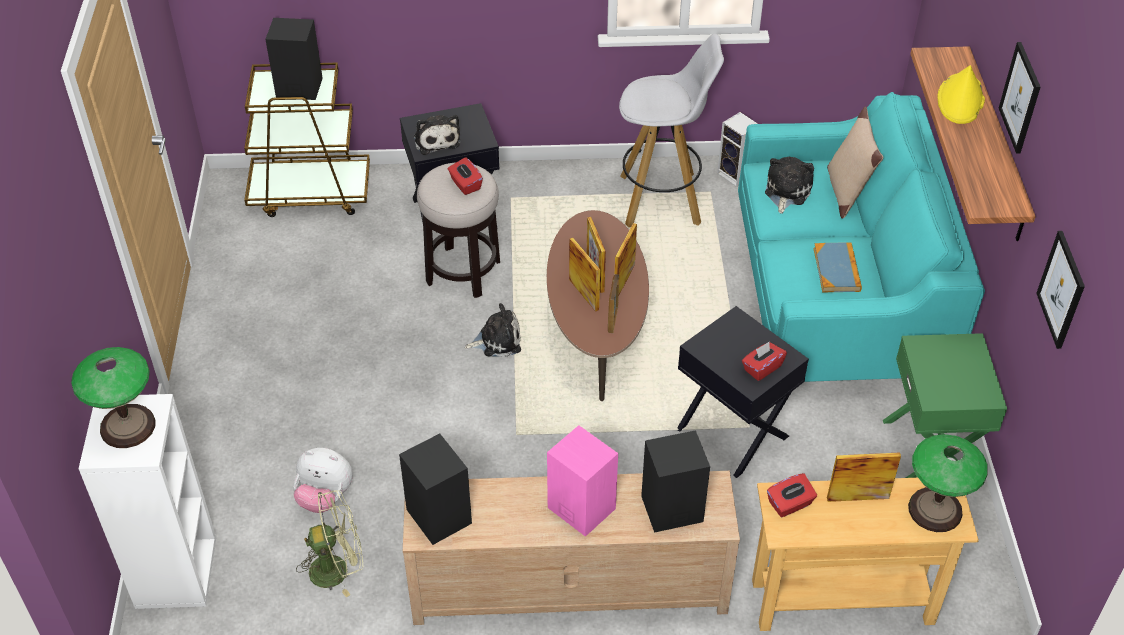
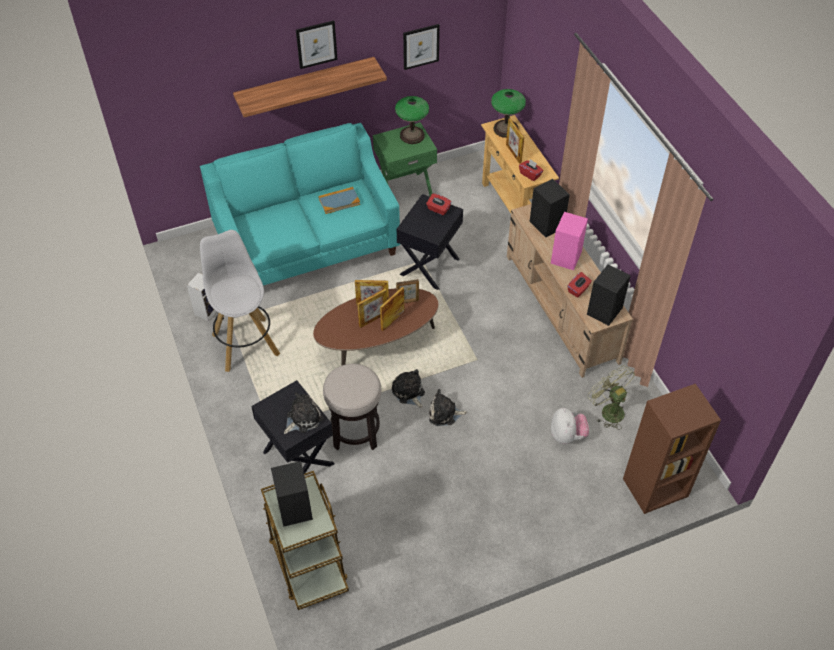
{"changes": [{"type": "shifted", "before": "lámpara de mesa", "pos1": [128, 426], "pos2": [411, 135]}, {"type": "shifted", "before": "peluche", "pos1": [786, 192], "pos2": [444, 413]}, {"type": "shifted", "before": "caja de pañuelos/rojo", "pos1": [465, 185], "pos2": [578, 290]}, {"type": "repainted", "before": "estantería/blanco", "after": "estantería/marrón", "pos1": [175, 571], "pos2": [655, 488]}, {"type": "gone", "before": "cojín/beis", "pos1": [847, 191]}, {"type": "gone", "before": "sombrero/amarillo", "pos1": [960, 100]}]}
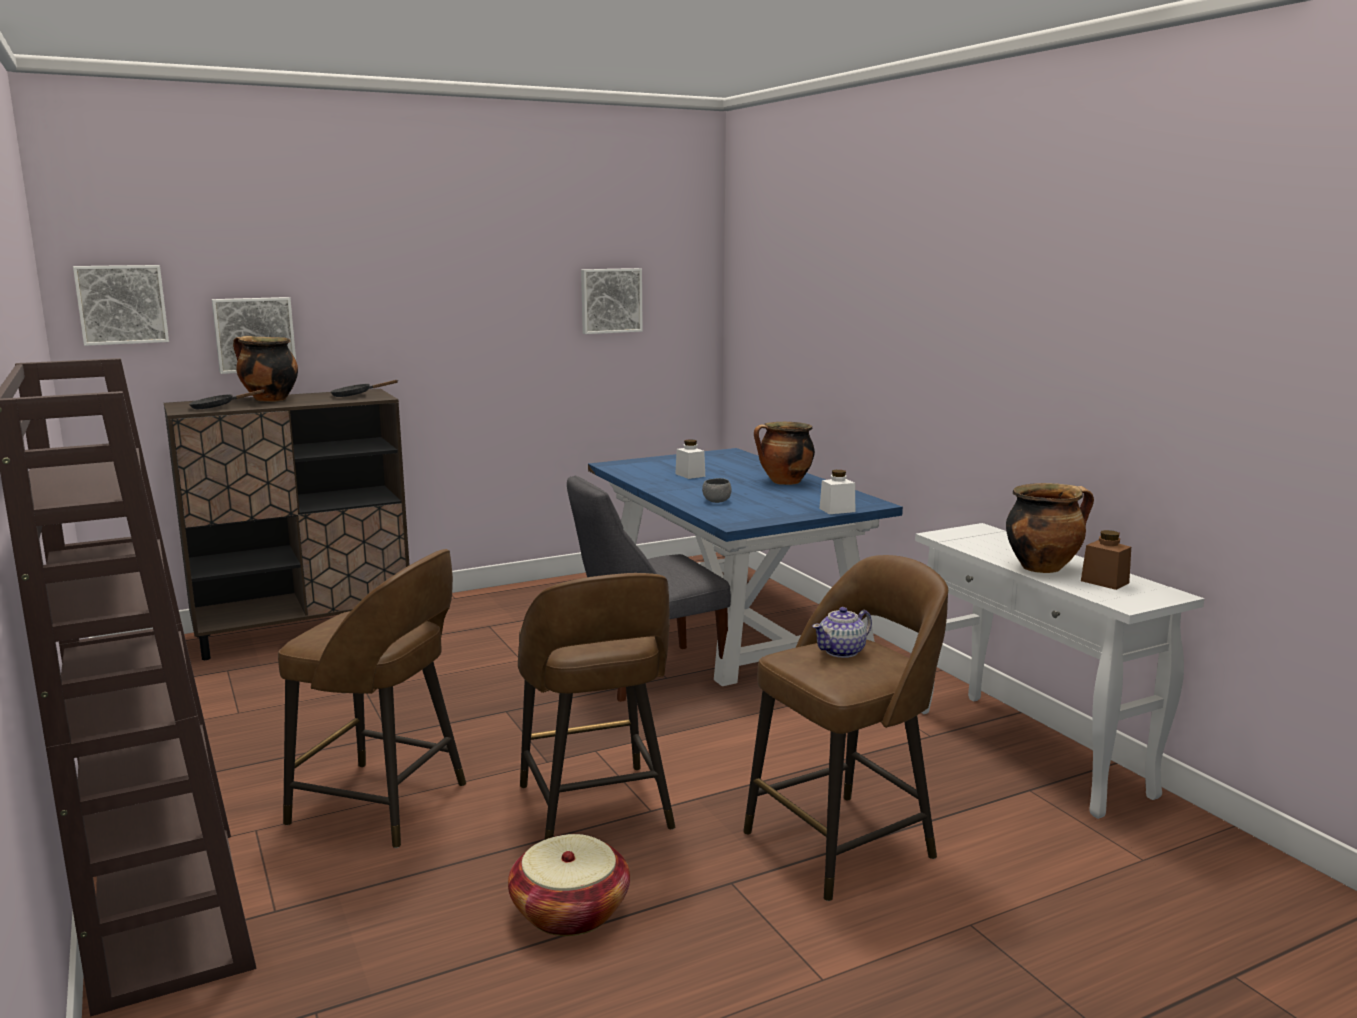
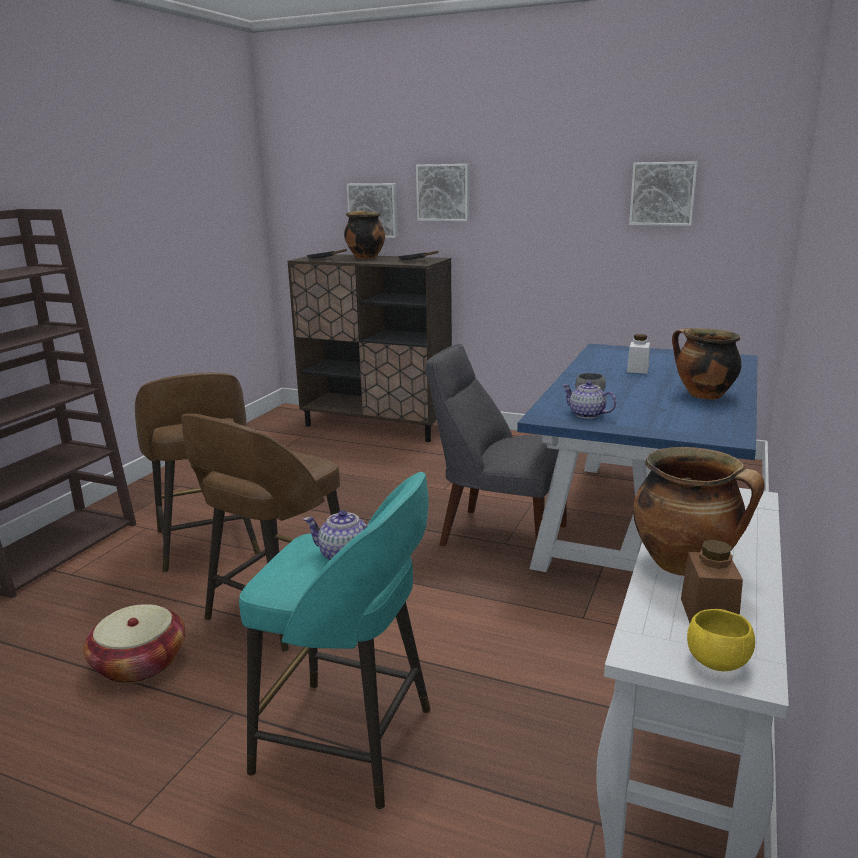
{"changes": [{"type": "repainted", "before": "taburete/marrón", "after": "taburete/turquesa", "pos1": [843, 843], "pos2": [349, 742]}, {"type": "shifted", "before": "cuadro", "pos1": [122, 304], "pos2": [443, 192]}, {"type": "new", "after": "tetera", "pos2": [587, 415]}, {"type": "new", "after": "cuenco/amarillo", "pos2": [717, 661]}, {"type": "gone", "before": "tarro/blanco", "pos1": [837, 510]}]}
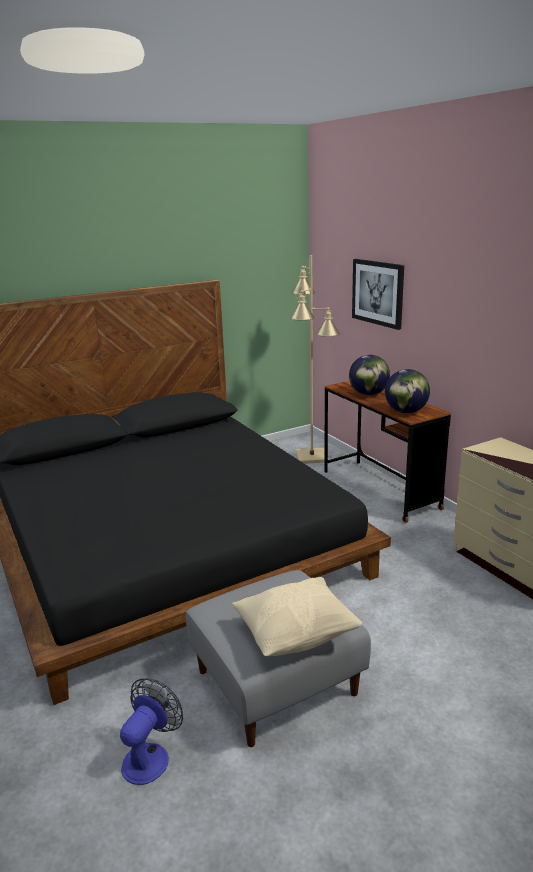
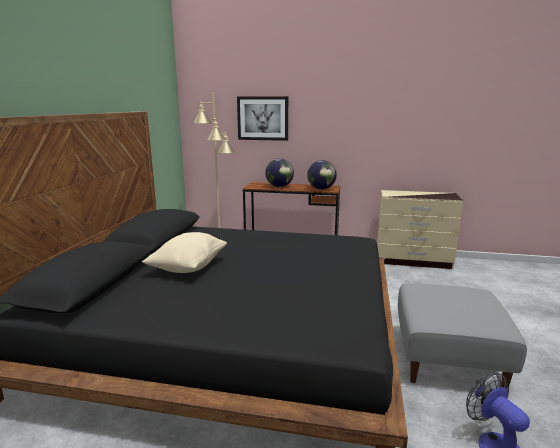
{"changes": [{"type": "shifted", "before": "cojín/beis", "pos1": [296, 635], "pos2": [188, 267]}]}
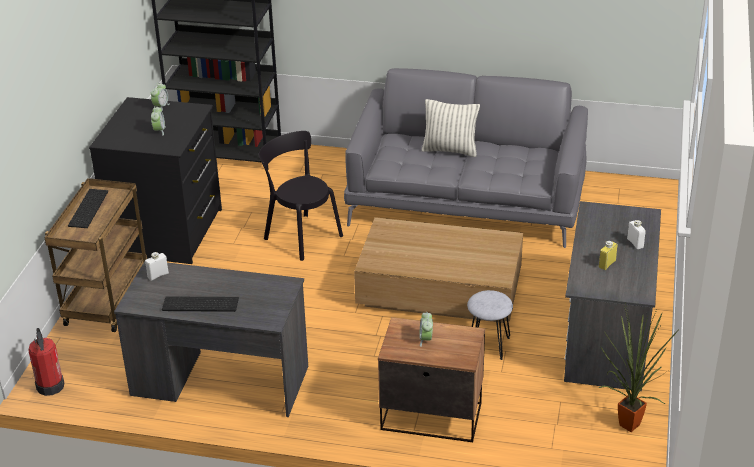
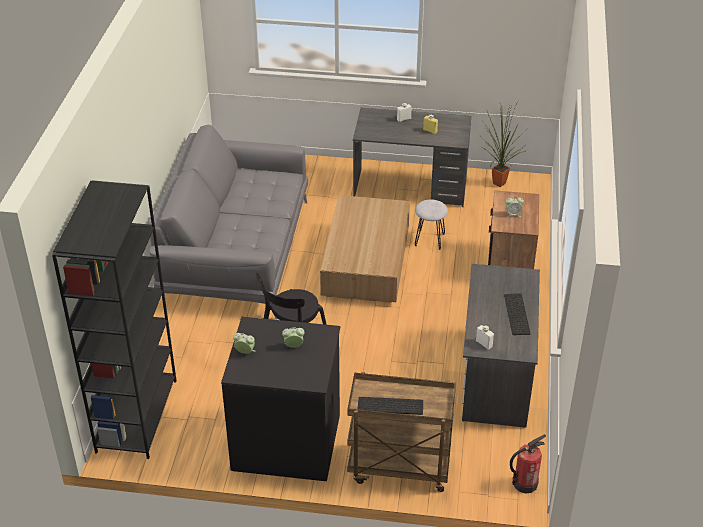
{"changes": [{"type": "gone", "before": "cojín", "pos1": [450, 150]}]}
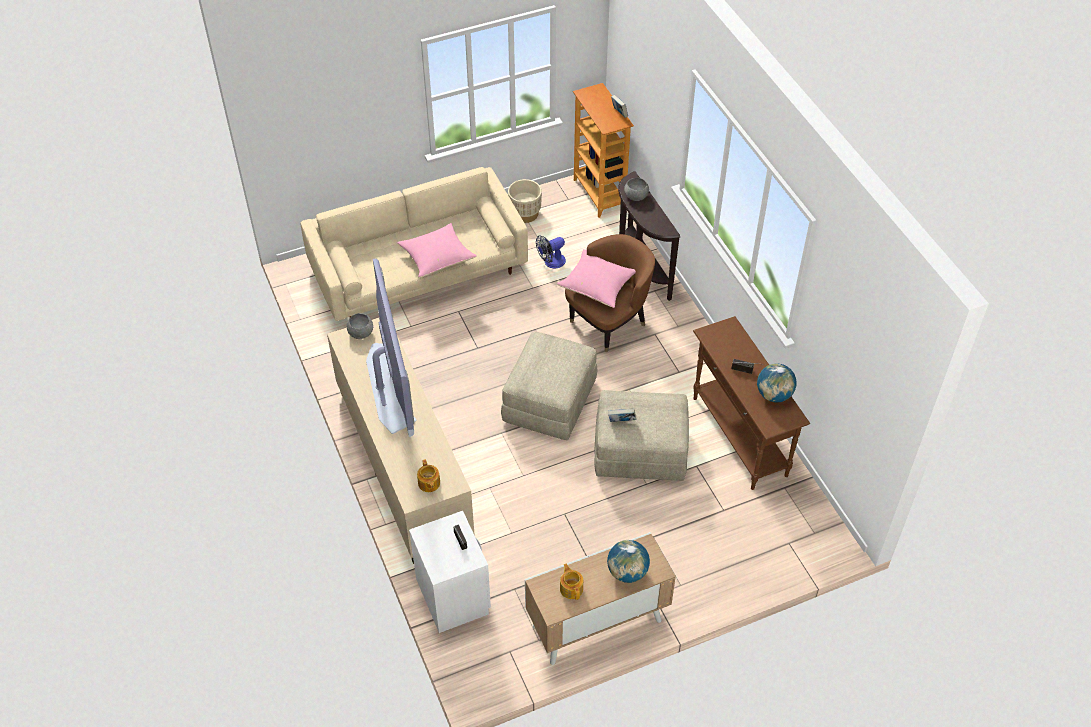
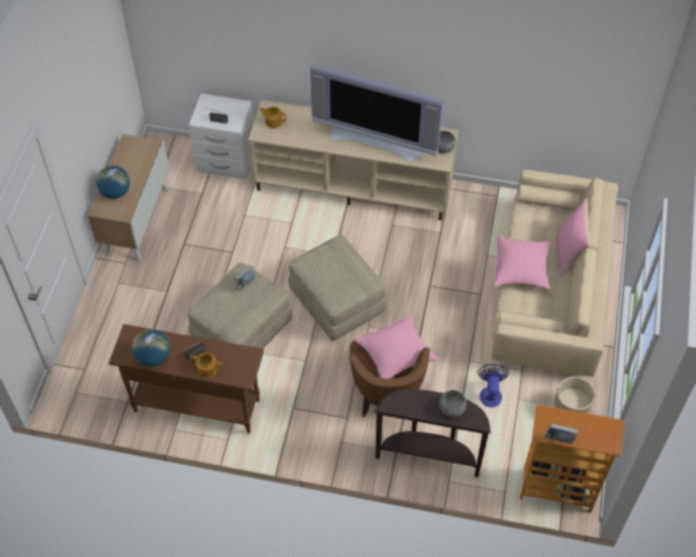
{"changes": [{"type": "shifted", "before": "tetera", "pos1": [571, 588], "pos2": [207, 369]}, {"type": "new", "after": "cojín/rosa", "pos2": [569, 252]}]}
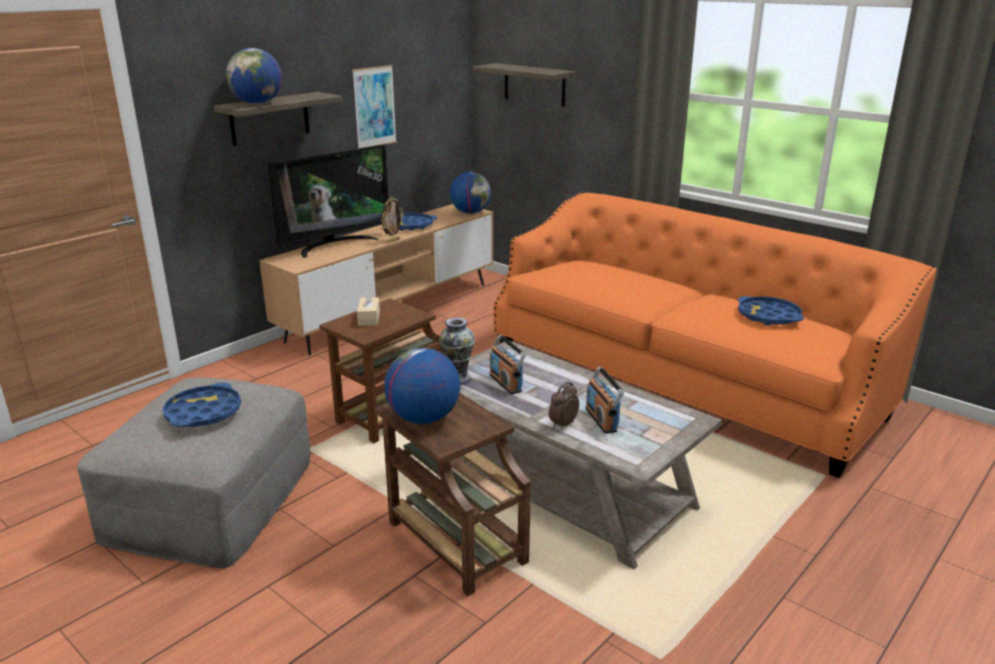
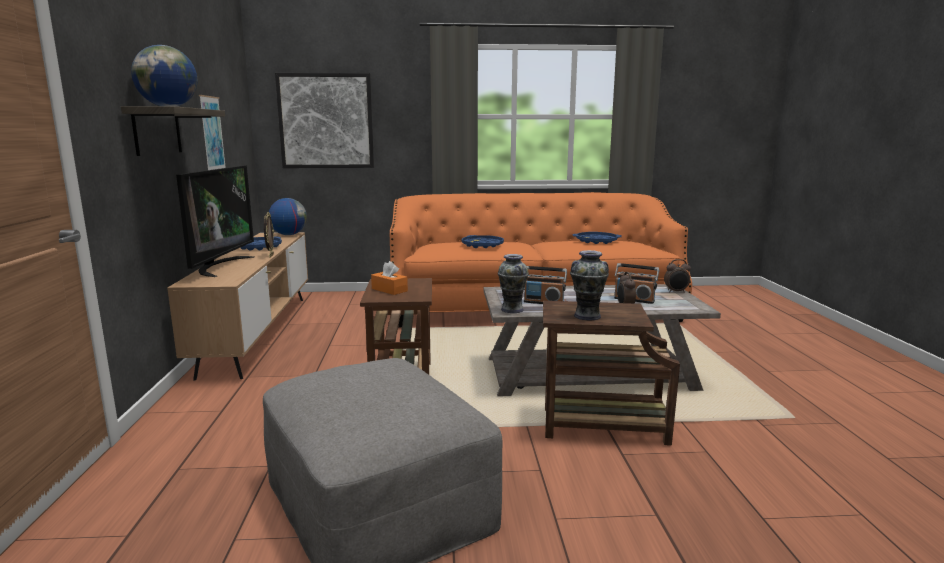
{"changes": [{"type": "swapped", "before": "estante", "after": "cuadro", "pos1": [534, 85], "pos2": [326, 121]}, {"type": "repainted", "before": "caja de pañuelos/beis", "after": "caja de pañuelos/naranja", "pos1": [369, 318], "pos2": [389, 290]}, {"type": "shifted", "before": "bandeja/azul", "pos1": [203, 413], "pos2": [482, 245]}, {"type": "swapped", "before": "globo terráqueo", "after": "florero", "pos1": [423, 418], "pos2": [587, 316]}, {"type": "new", "after": "despertador", "pos2": [676, 292]}]}
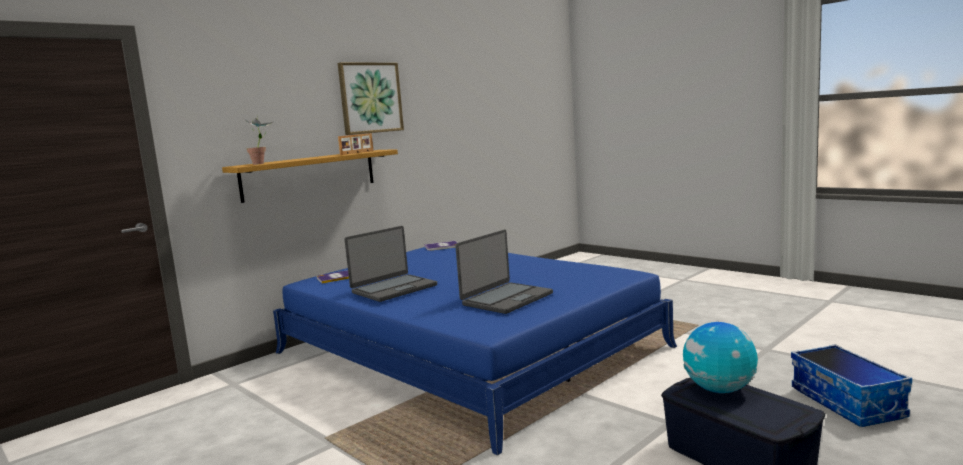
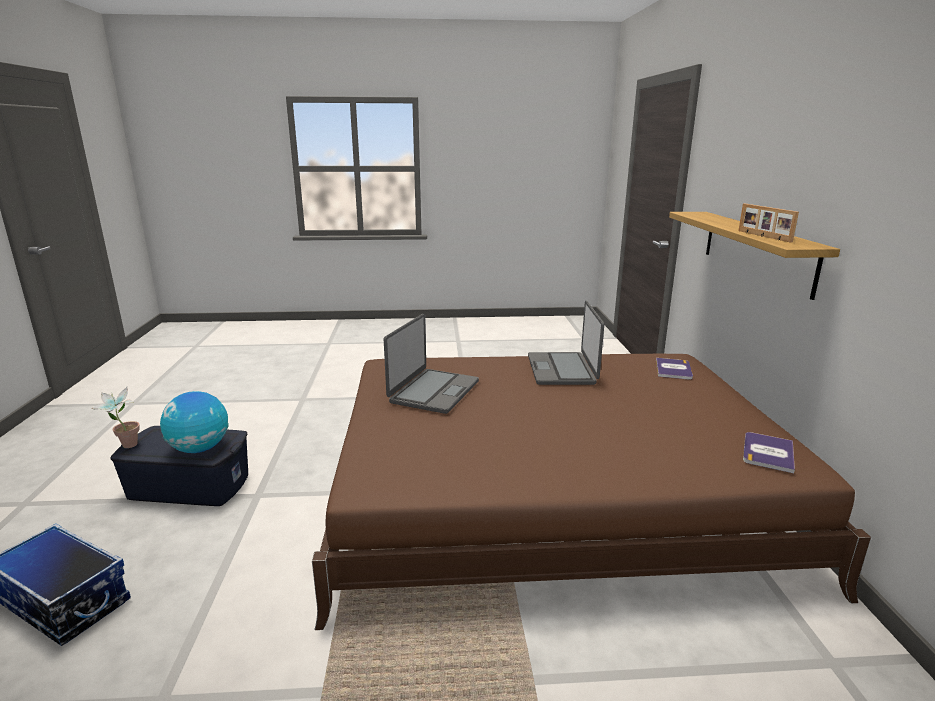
{"changes": [{"type": "shifted", "before": "planta en maceta", "pos1": [262, 163], "pos2": [125, 447]}, {"type": "repainted", "before": "cama/azul", "after": "cama/marrón", "pos1": [466, 350], "pos2": [551, 493]}, {"type": "rotated", "before": "portátil", "pos1": [506, 299], "pos2": [433, 391], "turn": -150}, {"type": "gone", "before": "cuadro", "pos1": [370, 98]}]}
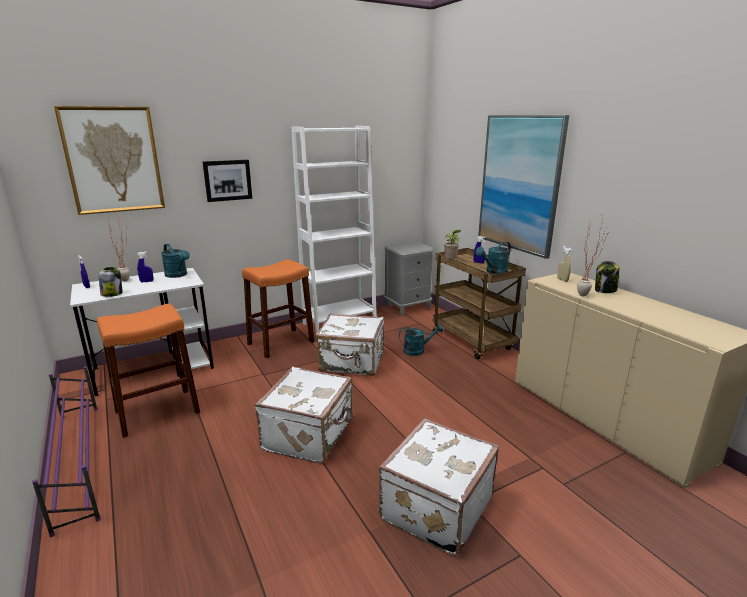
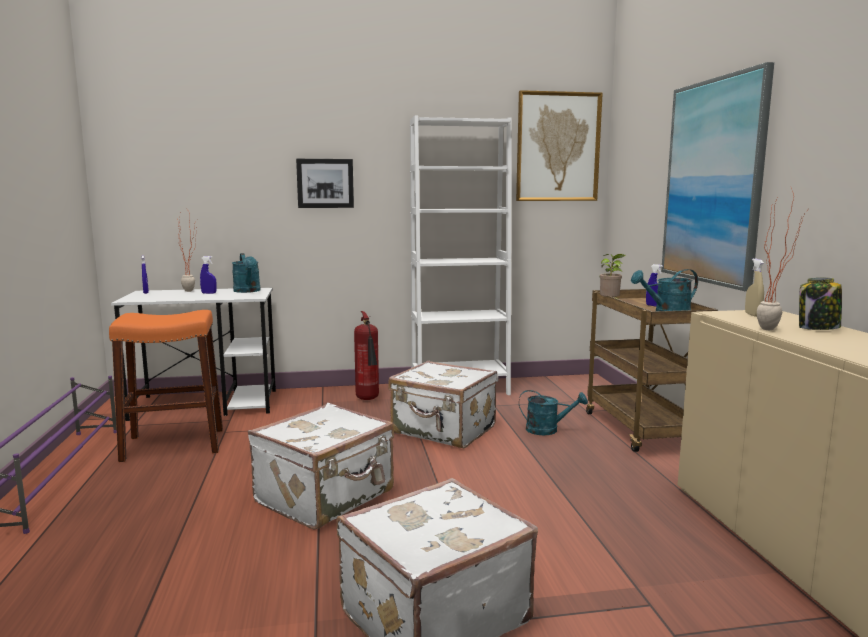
{"changes": [{"type": "swapped", "before": "taburete/naranja", "after": "extintor", "pos1": [281, 343], "pos2": [368, 399]}, {"type": "shifted", "before": "cuadro", "pos1": [113, 160], "pos2": [558, 147]}, {"type": "gone", "before": "tarro", "pos1": [112, 294]}, {"type": "gone", "before": "mesita de noche/gris", "pos1": [408, 307]}]}
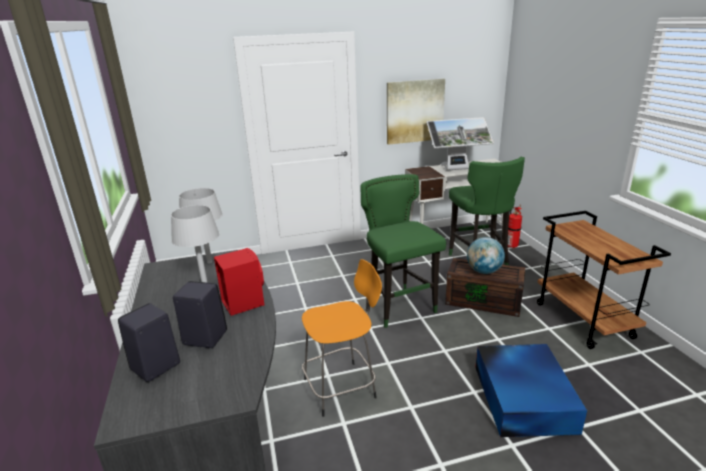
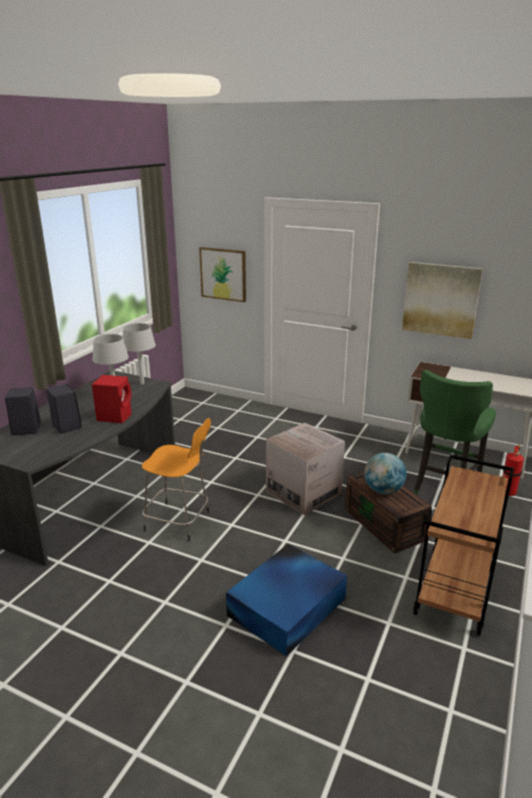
{"changes": [{"type": "new", "after": "cuadro", "pos2": [223, 274]}, {"type": "swapped", "before": "taburete/verde", "after": "caja de cartón", "pos1": [400, 307], "pos2": [303, 492]}, {"type": "gone", "before": "monitor", "pos1": [457, 169]}]}
